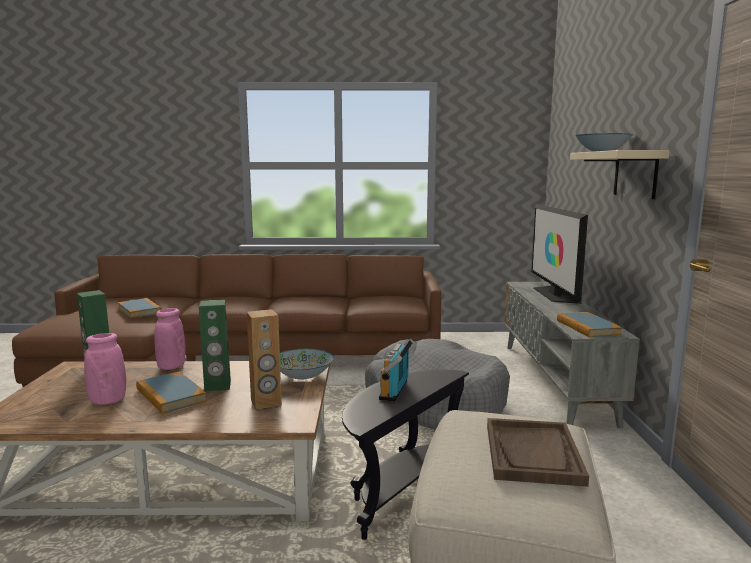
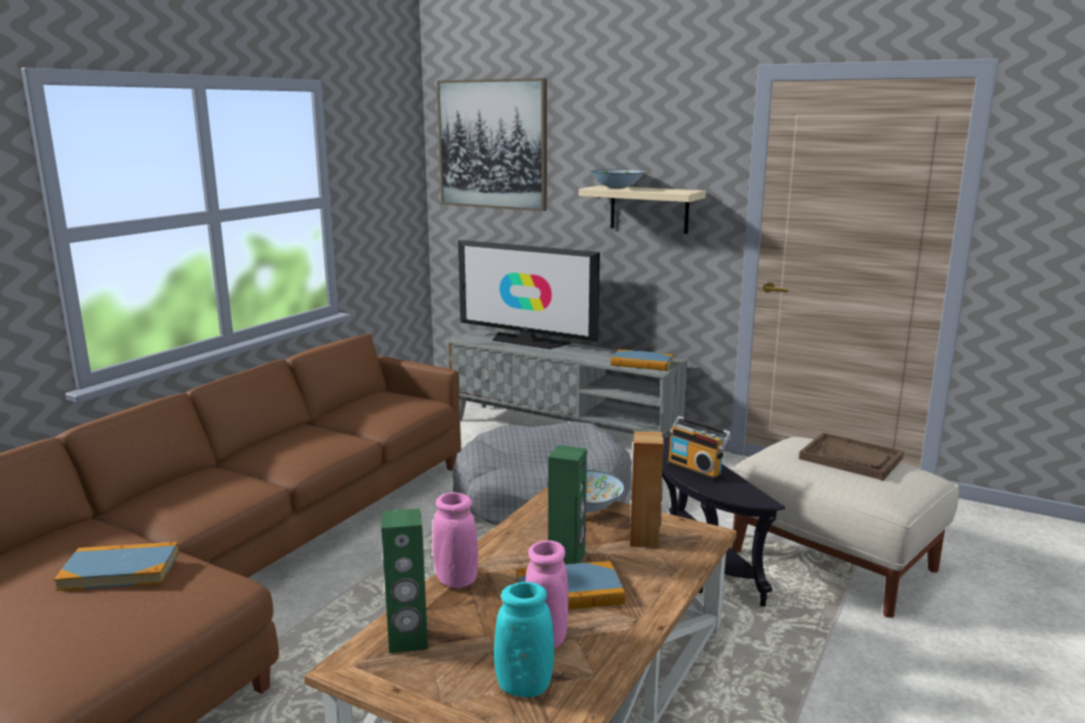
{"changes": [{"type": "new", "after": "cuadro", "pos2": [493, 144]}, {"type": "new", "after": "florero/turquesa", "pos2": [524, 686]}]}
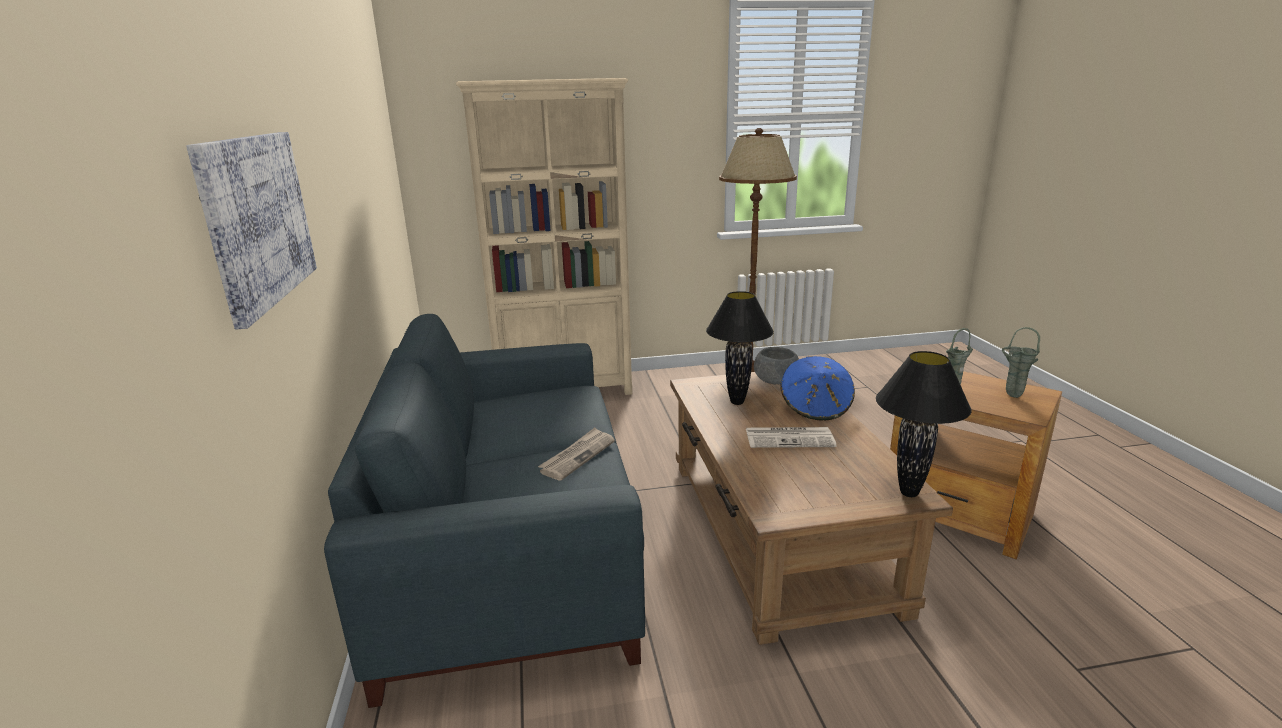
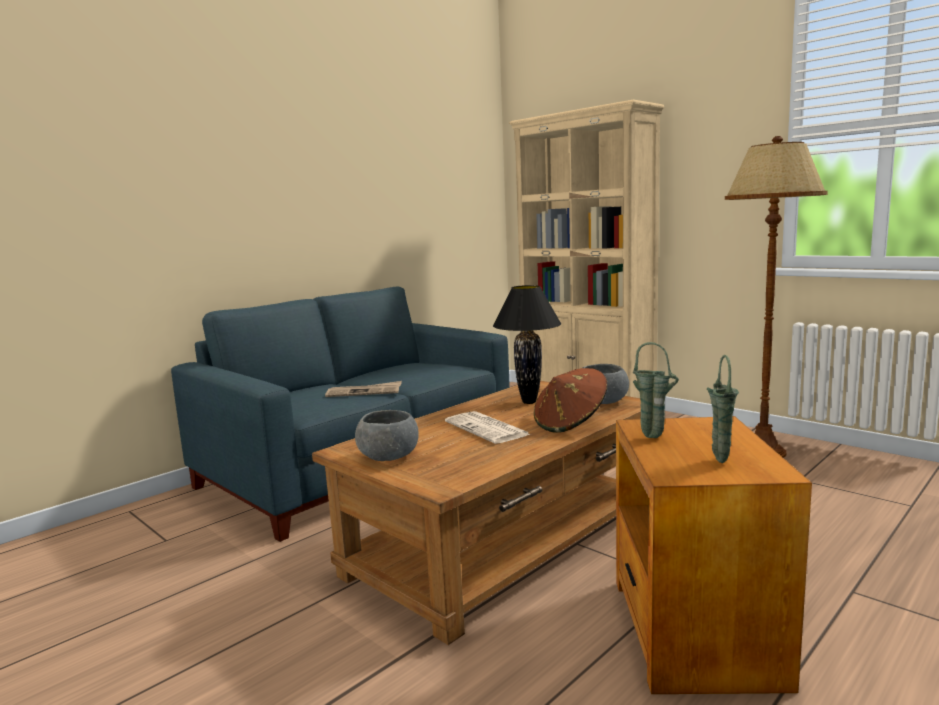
{"changes": [{"type": "new", "after": "cuenco/gris", "pos2": [389, 457]}, {"type": "repainted", "before": "sombrero/azul", "after": "sombrero/marrón", "pos1": [816, 408], "pos2": [570, 423]}, {"type": "gone", "before": "cuadro", "pos1": [258, 219]}, {"type": "gone", "before": "lámpara de mesa/negro", "pos1": [908, 492]}]}
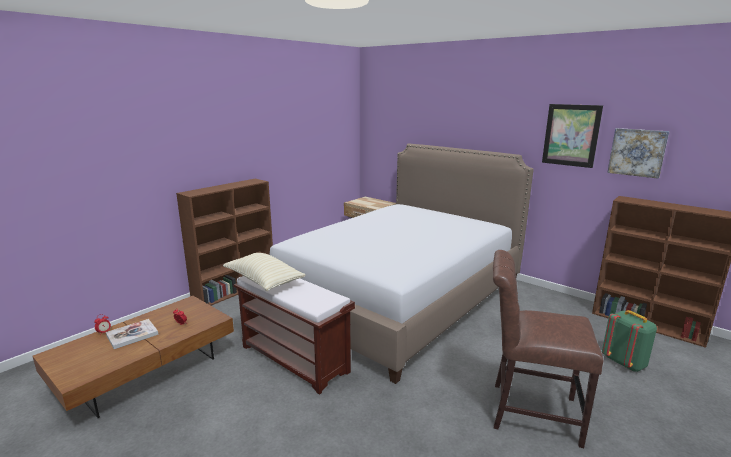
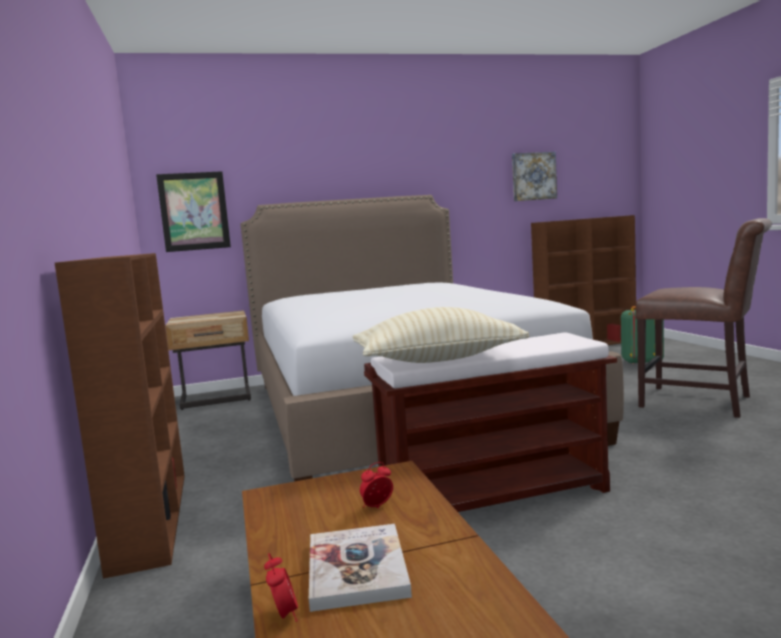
{"changes": [{"type": "shifted", "before": "cuadro", "pos1": [571, 135], "pos2": [194, 211]}, {"type": "rotated", "before": "silla/marrón", "pos1": [528, 411], "pos2": [702, 402], "turn": -105}]}
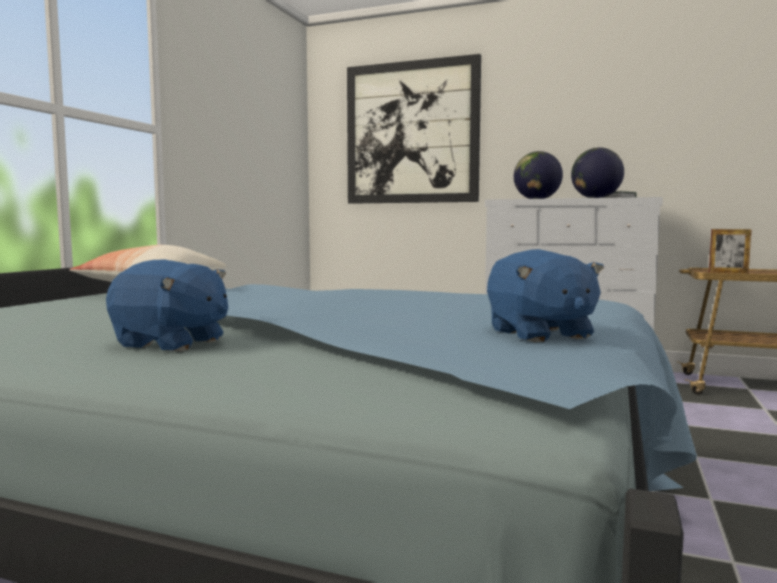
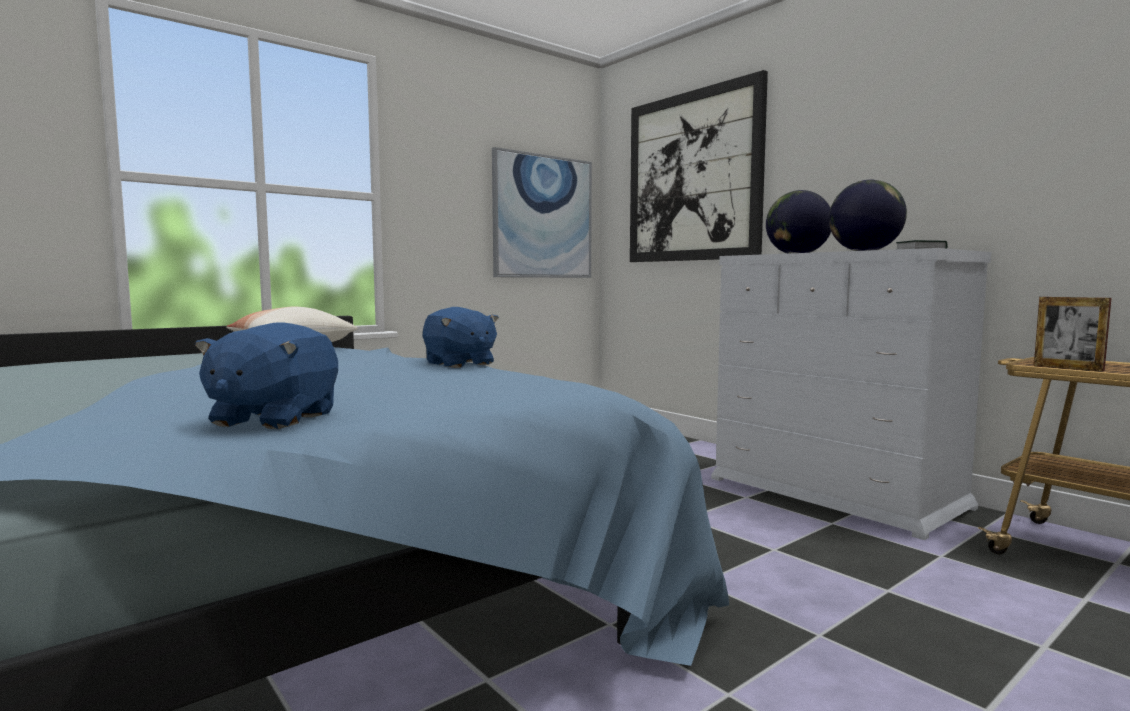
{"changes": [{"type": "shifted", "before": "peluche/azul", "pos1": [171, 343], "pos2": [459, 364]}, {"type": "new", "after": "cuadro", "pos2": [543, 217]}]}
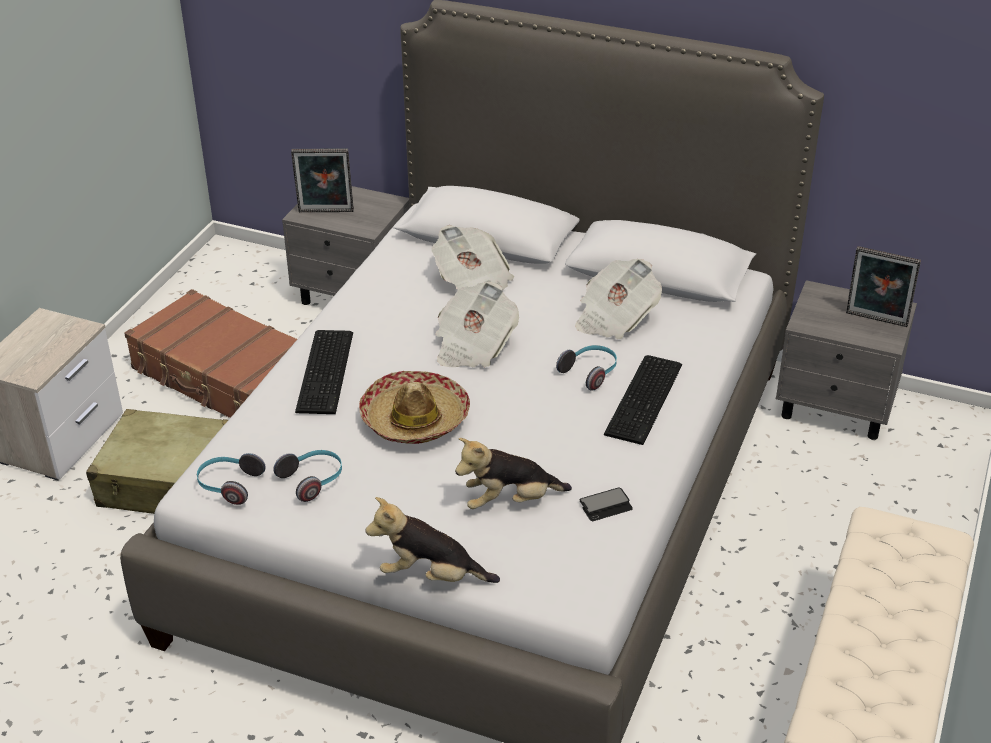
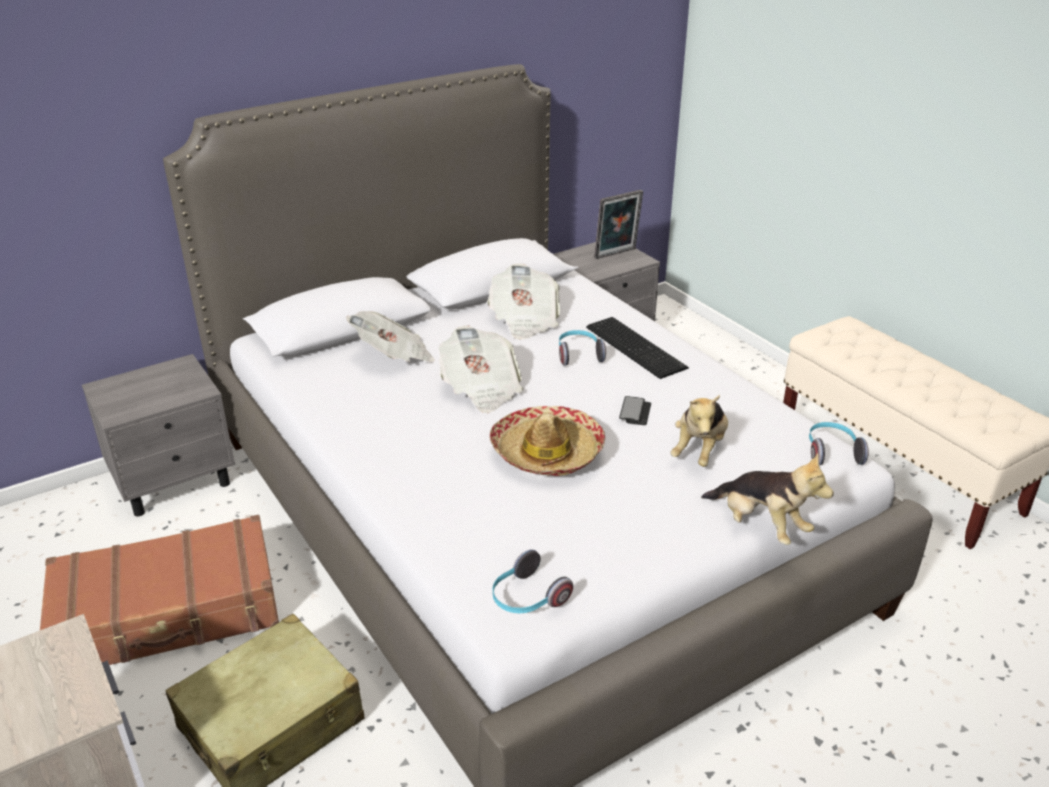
{"changes": [{"type": "shifted", "before": "móvil", "pos1": [605, 506], "pos2": [635, 412]}, {"type": "rotated", "before": "peluche", "pos1": [431, 576], "pos2": [760, 526], "turn": -90}, {"type": "shifted", "before": "auriculares", "pos1": [313, 480], "pos2": [832, 452]}, {"type": "gone", "before": "portarretratos", "pos1": [325, 212]}, {"type": "gone", "before": "teclado", "pos1": [327, 371]}]}
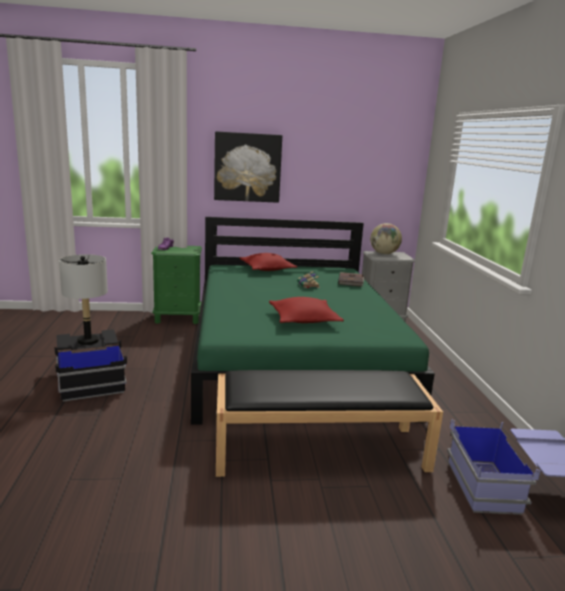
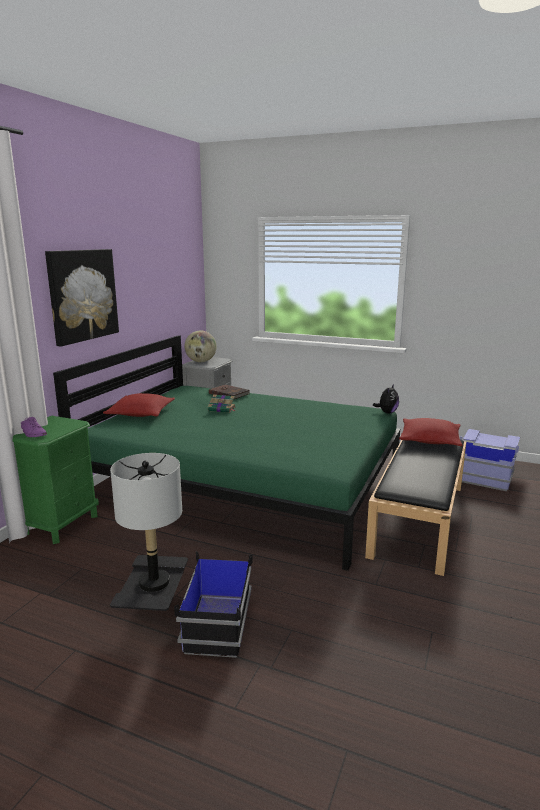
{"changes": [{"type": "new", "after": "peluche", "pos2": [387, 412]}, {"type": "shifted", "before": "cojín/rojo", "pos1": [304, 319], "pos2": [429, 440]}]}
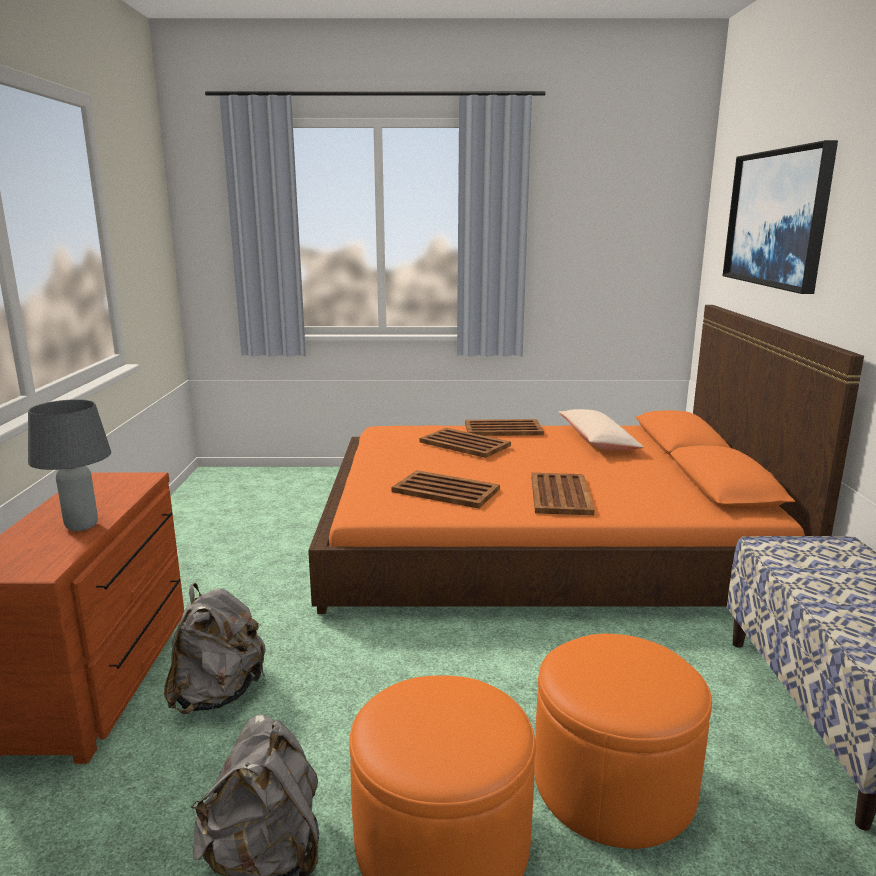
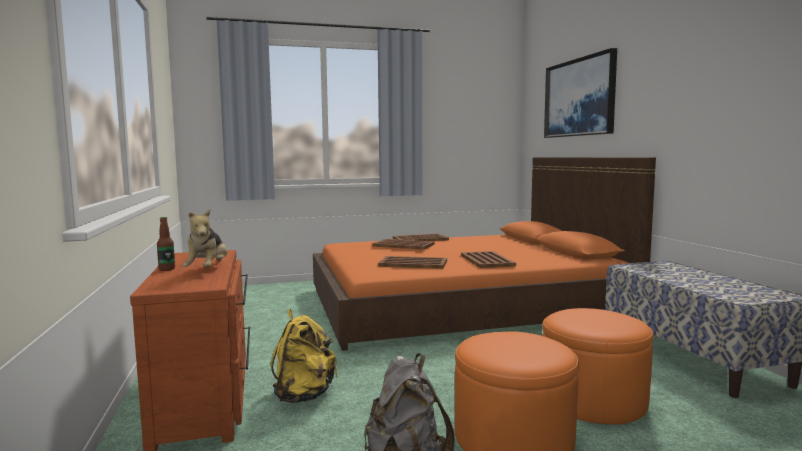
{"changes": [{"type": "new", "after": "botella", "pos2": [167, 269]}, {"type": "swapped", "before": "lámpara de mesa/gris", "after": "peluche", "pos1": [82, 526], "pos2": [208, 270]}, {"type": "repainted", "before": "mochila/gris", "after": "mochila/amarillo", "pos1": [218, 694], "pos2": [304, 395]}, {"type": "gone", "before": "cojín/beis", "pos1": [597, 441]}]}
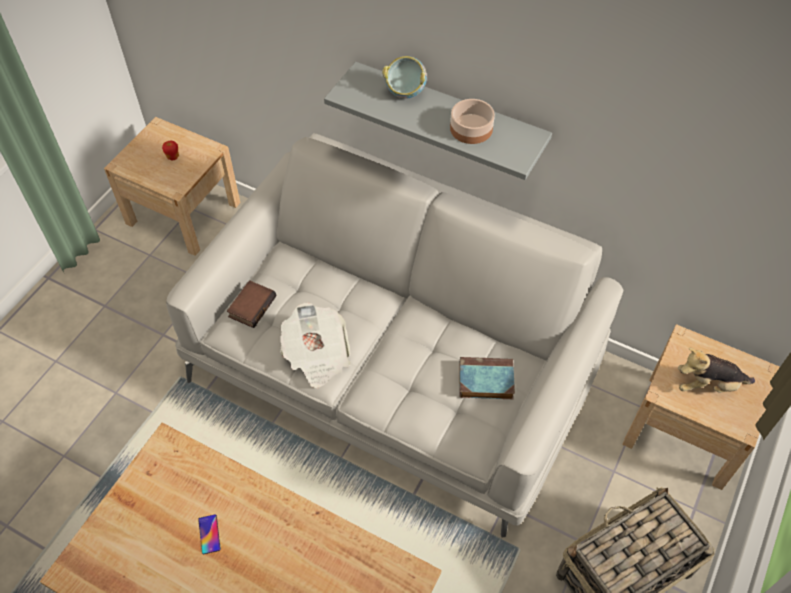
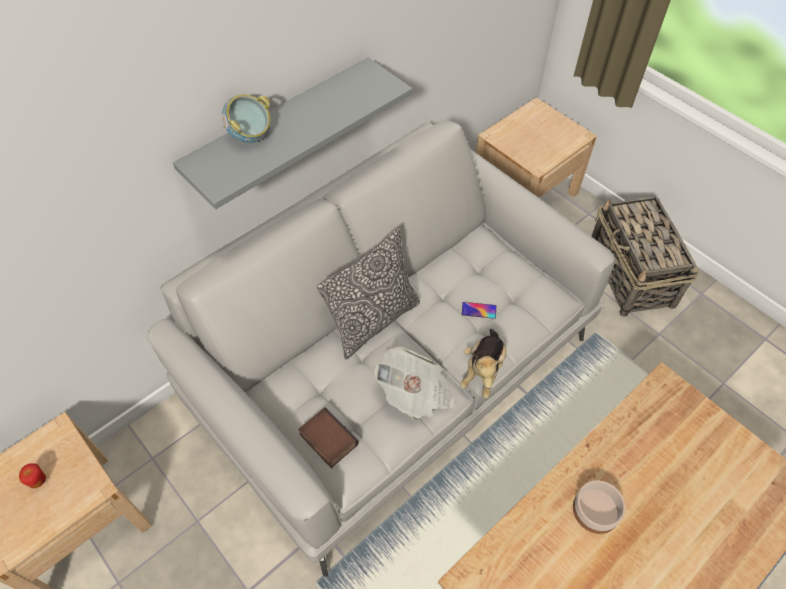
{"changes": [{"type": "new", "after": "cojín", "pos2": [373, 321]}, {"type": "shifted", "before": "peluche", "pos1": [707, 385], "pos2": [483, 370]}, {"type": "shifted", "before": "móvil", "pos1": [209, 534], "pos2": [479, 310]}, {"type": "shifted", "before": "cuenco", "pos1": [470, 129], "pos2": [596, 511]}, {"type": "gone", "before": "libro", "pos1": [484, 381]}]}
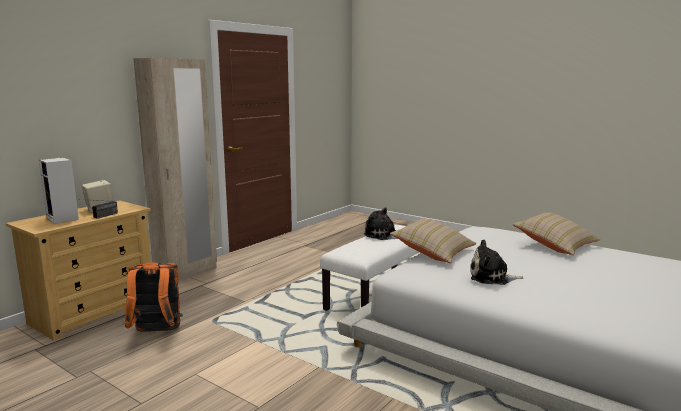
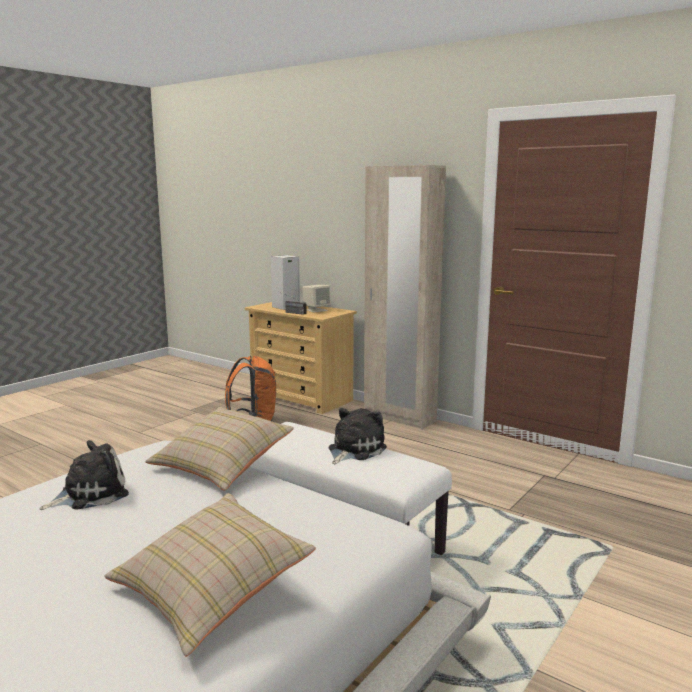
{"changes": [{"type": "rotated", "before": "peluche", "pos1": [491, 277], "pos2": [90, 494], "turn": 45}]}
